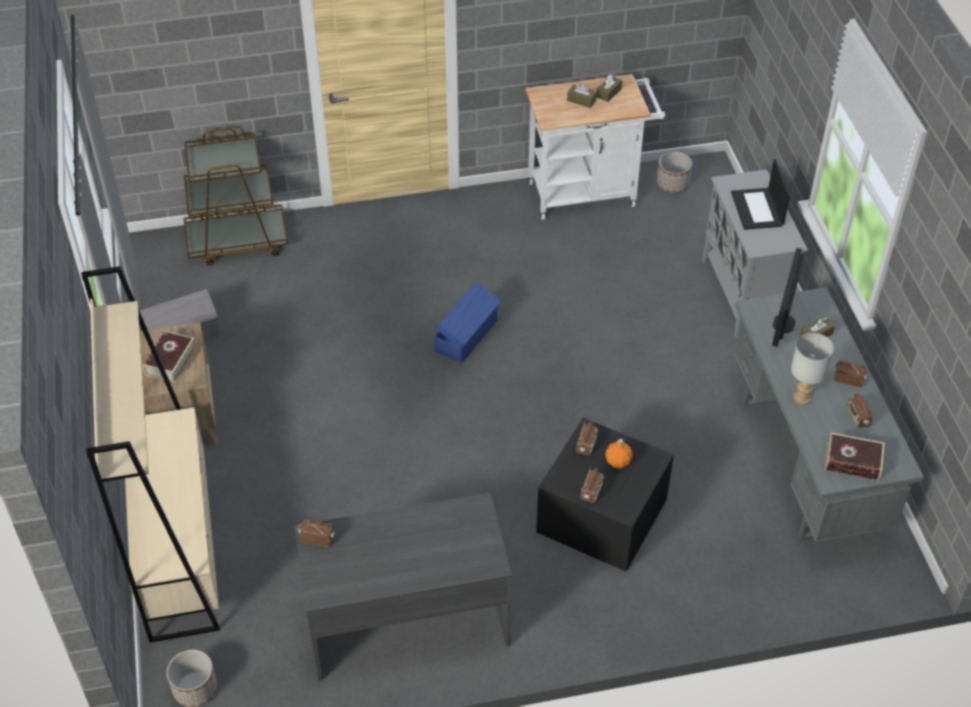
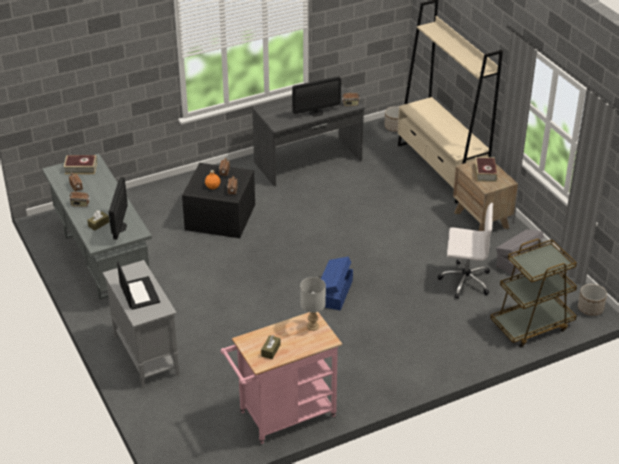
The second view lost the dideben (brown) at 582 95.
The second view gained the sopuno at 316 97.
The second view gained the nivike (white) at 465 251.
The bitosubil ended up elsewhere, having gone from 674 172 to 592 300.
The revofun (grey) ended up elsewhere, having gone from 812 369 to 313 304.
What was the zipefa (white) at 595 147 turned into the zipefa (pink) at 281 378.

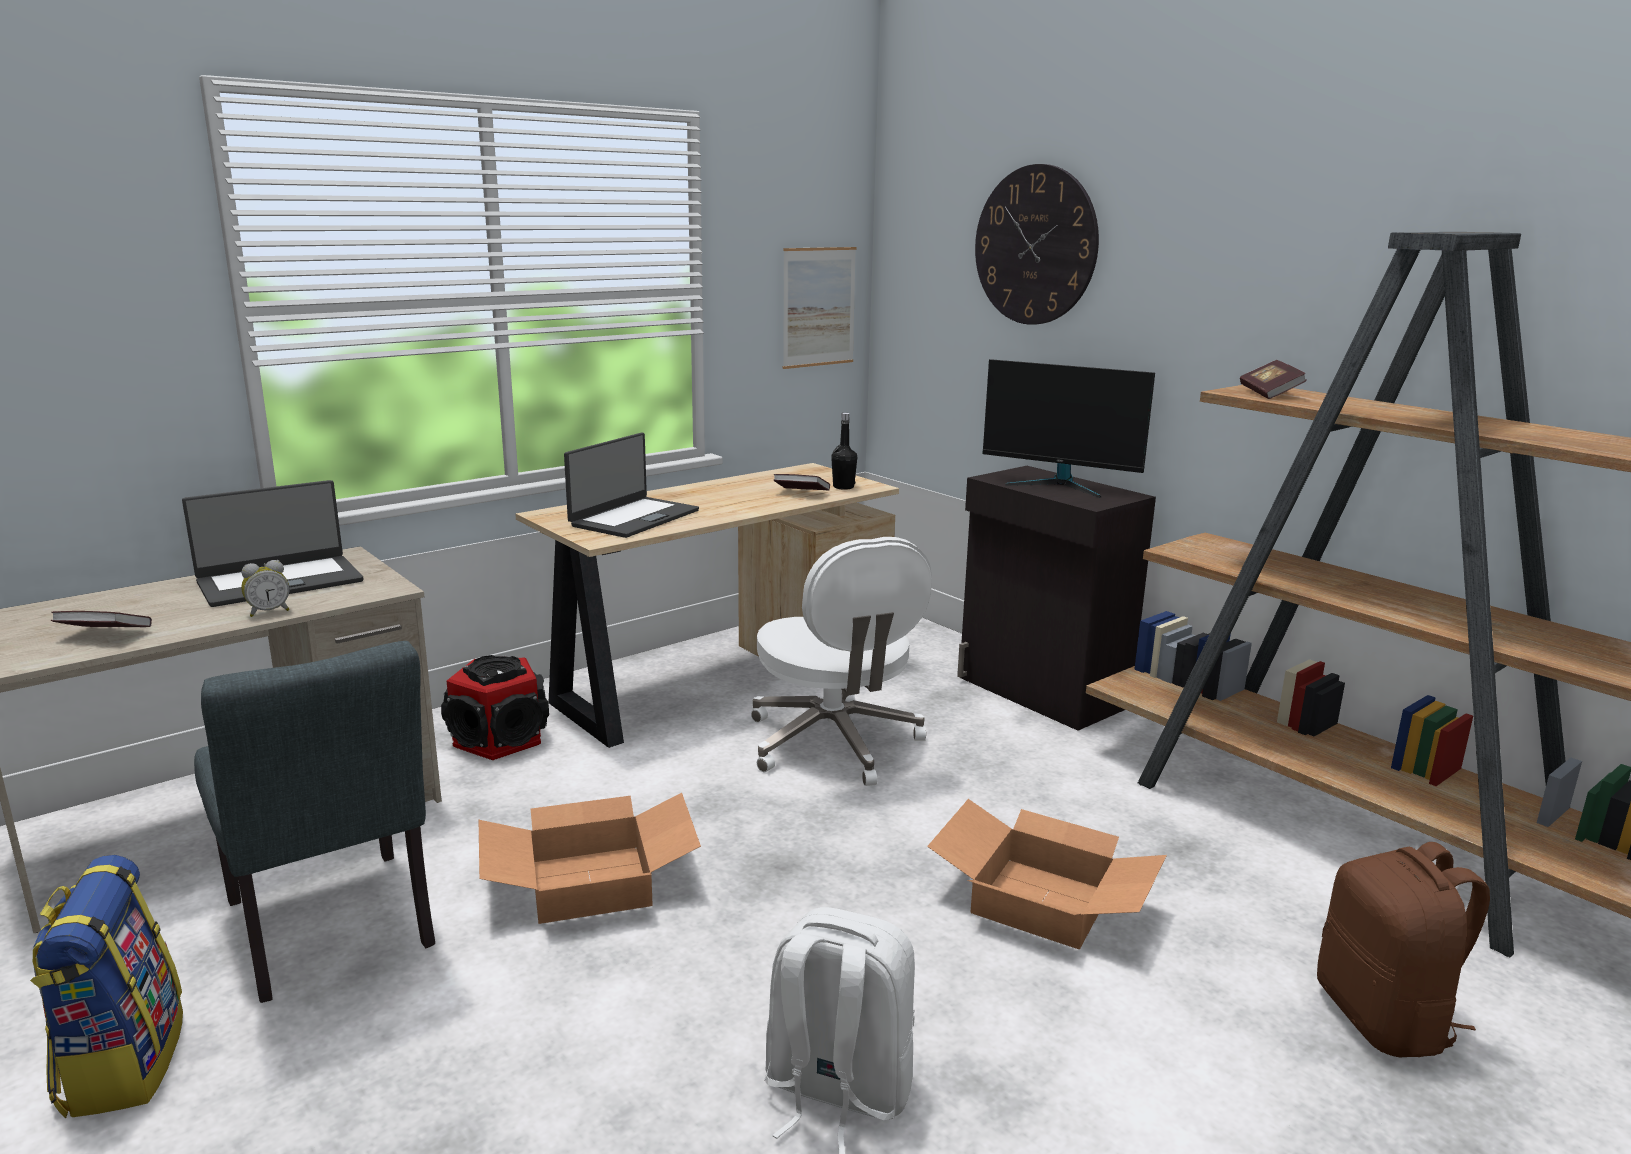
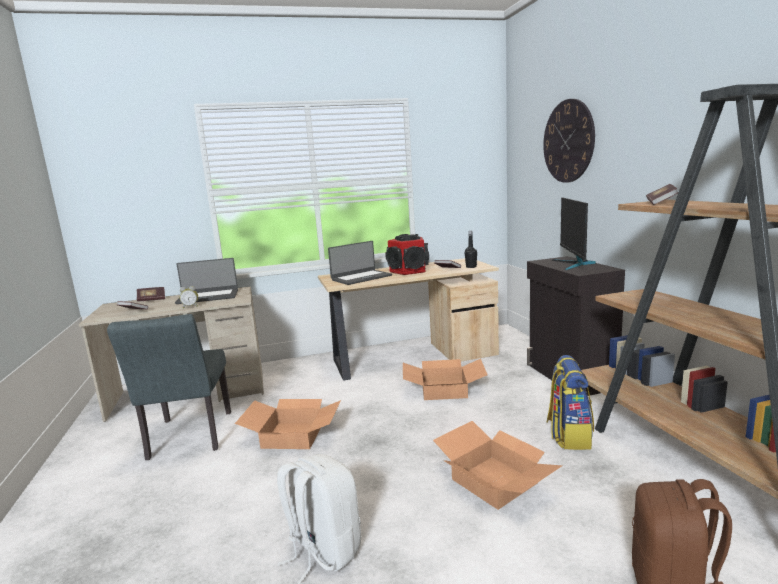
The second view lost the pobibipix at 819 308.
The second view gained the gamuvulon at 151 294.
The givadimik ended up elsewhere, having gone from 106 986 to 570 402.
The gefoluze ended up elsewhere, having gone from 495 707 to 407 254.
Where the nivike (white) stood at 841 661, the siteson came to stand at 445 379.
The sopuno at 1068 428 ended up facing another way, 45 degrees clockwise from before.

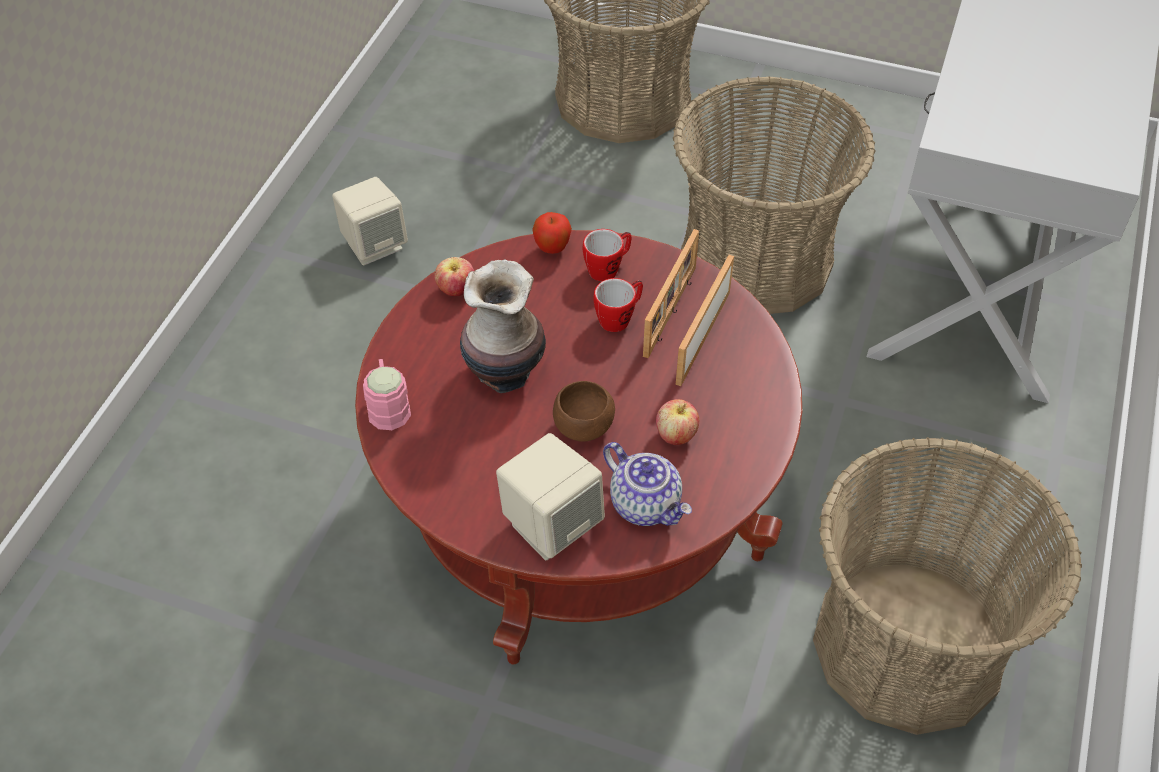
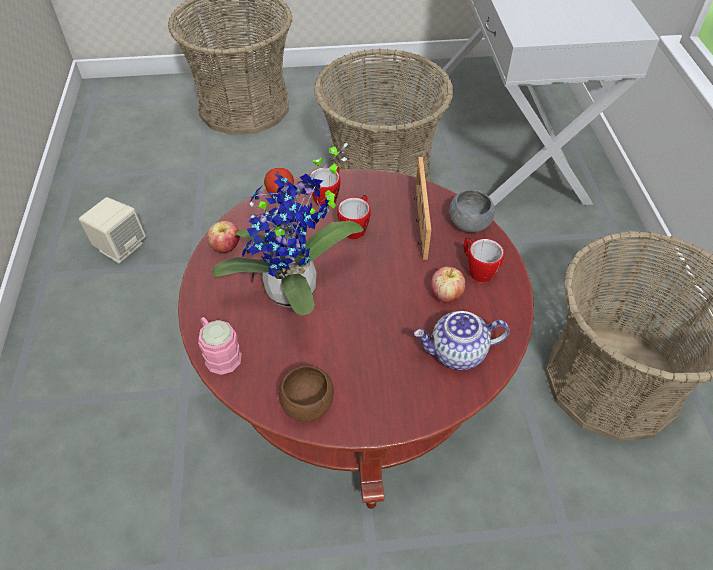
The second view lost the gefoluze (beige) at 550 496.
The second view lost the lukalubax at 671 293.
The second view gained the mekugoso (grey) at 472 211.
The second view gained the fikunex at 484 260.
The mekugoso (brown) ended up elsewhere, having gone from 584 411 to 306 394.
Where the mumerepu stood at 503 326, the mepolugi came to stand at 288 229.
The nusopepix at 647 484 ended up facing another way, 150 degrees clockwise from before.

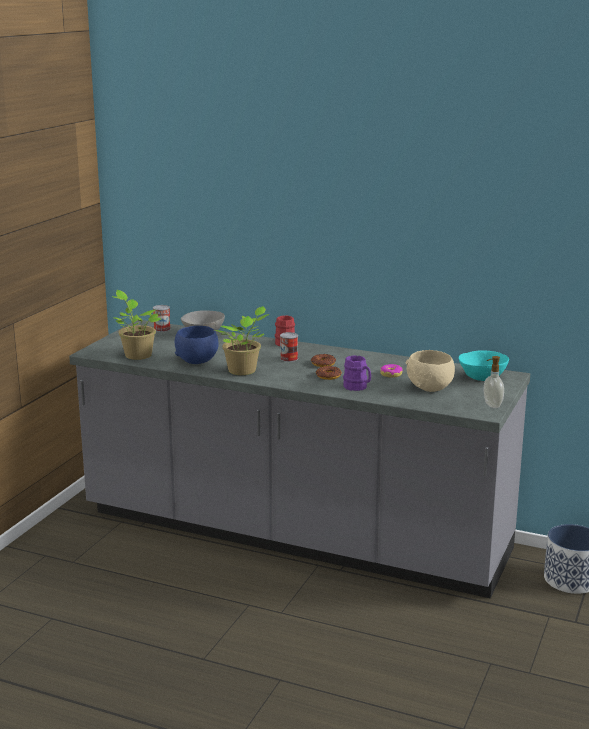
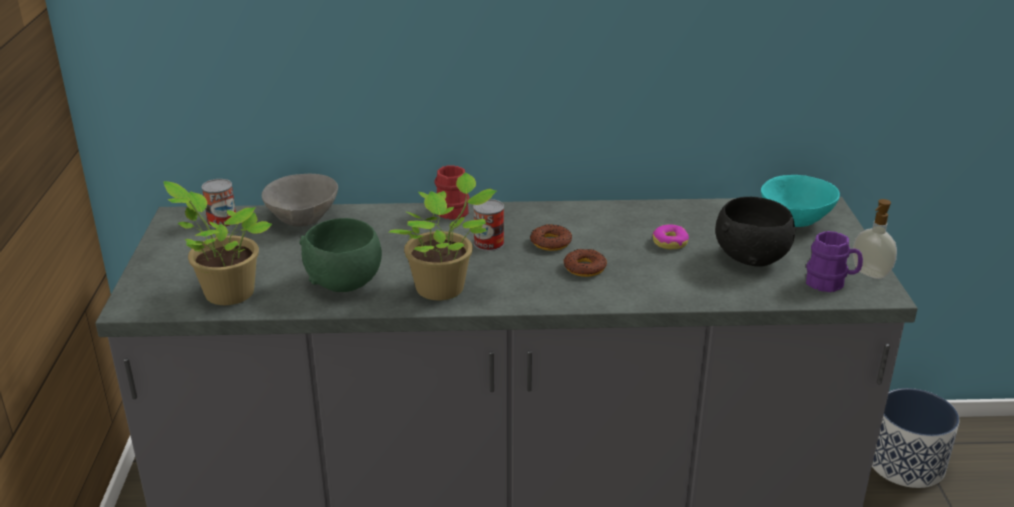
The fikunex (purple) ended up elsewhere, having gone from 357 373 to 834 261.
What was the mekugoso (blue) at 197 345 turned into the mekugoso (green) at 340 255.
What was the mekugoso (beige) at 430 371 turned into the mekugoso (black) at 755 232.

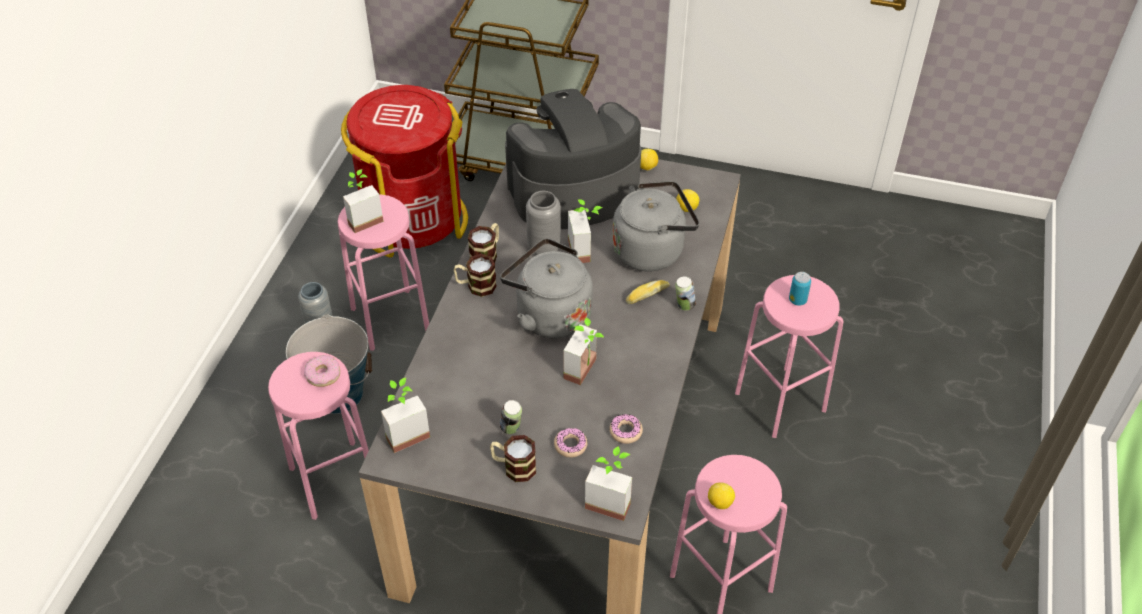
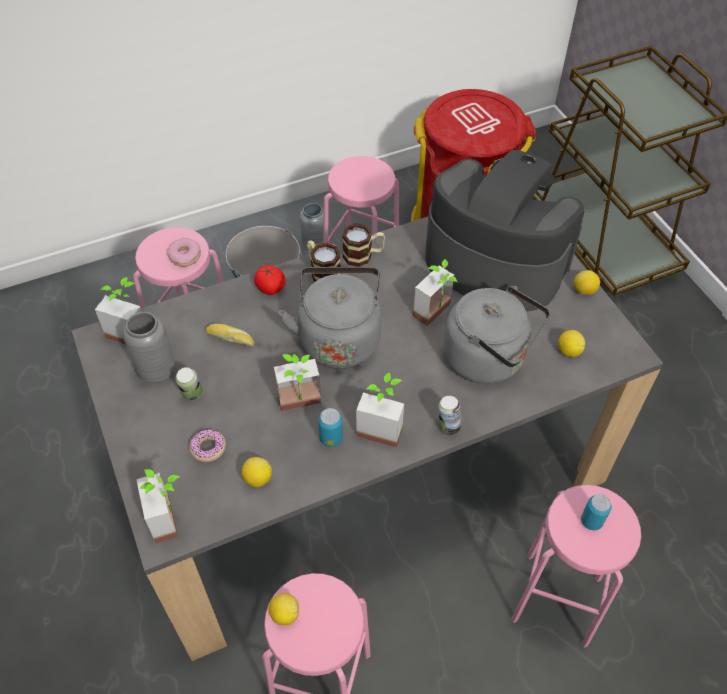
The second view lost the fikunex at 513 458.
The second view gained the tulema at 270 280.
The second view gained the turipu at 330 427.
The mepolugi ended up elsewhere, having gone from 363 201 to 380 410.
The mumerepu (grey) ended up elsewhere, having gone from 543 223 to 149 347.
The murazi ended up elsewhere, having gone from 648 292 to 230 335.
Where the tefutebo stood at 626 429, the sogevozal came to stand at 256 472.

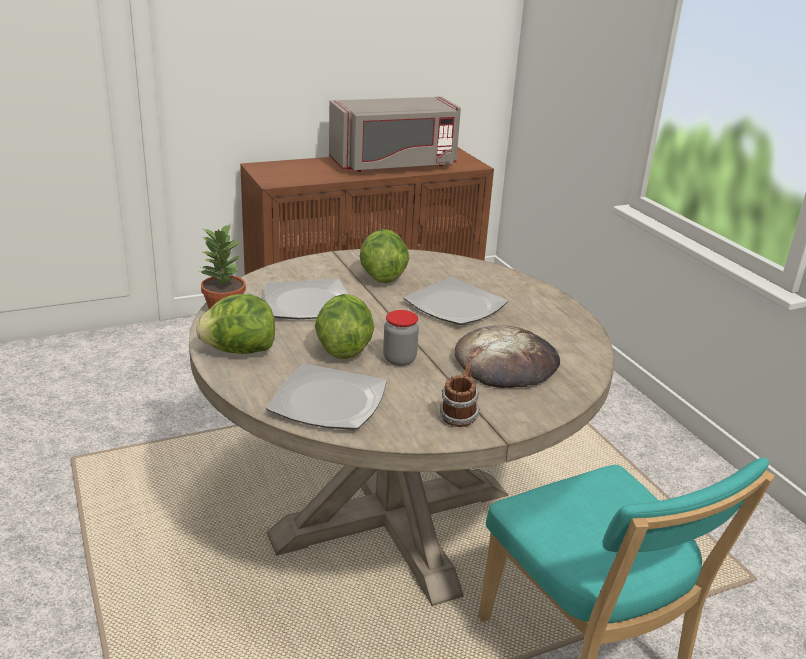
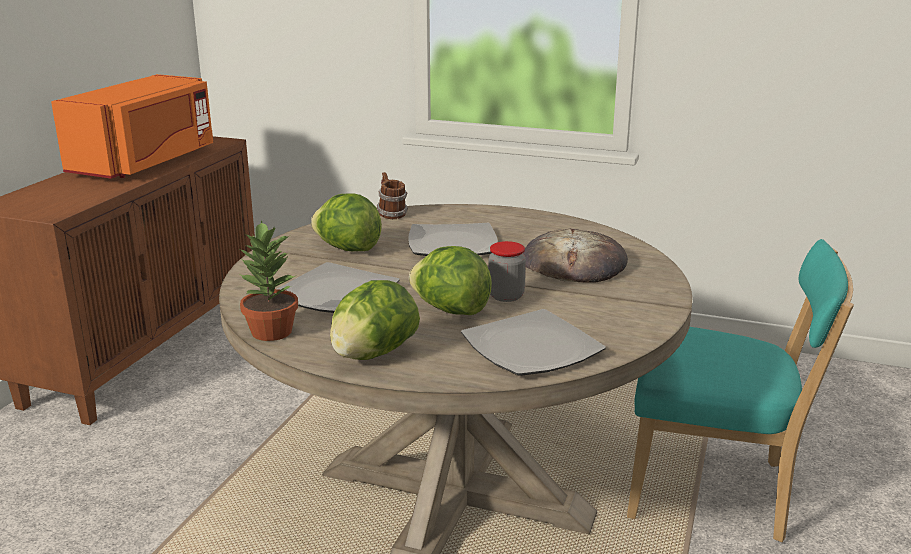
The fikunex ended up elsewhere, having gone from 460 395 to 392 195.
What was the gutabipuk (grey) at 395 134 turned into the gutabipuk (orange) at 132 126.

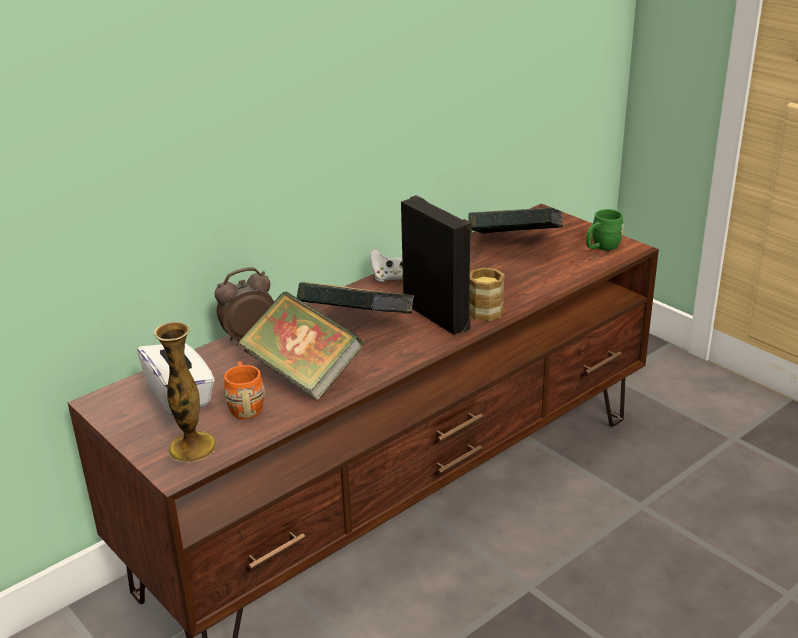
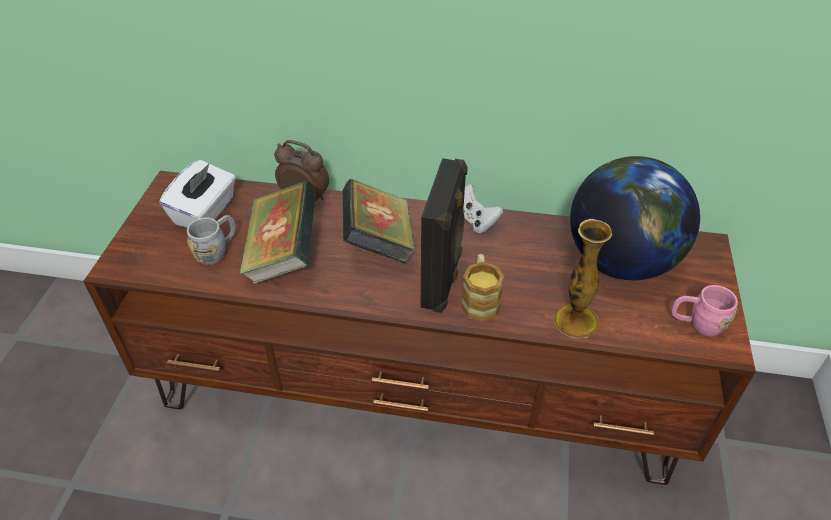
The mumerepu ended up elsewhere, having gone from 185 392 to 583 278.
Where the gamuvulon stood at 515 221, the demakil came to stand at 635 218.
What was the fikunex (orange) at 244 390 turned into the fikunex (grey) at 211 240.
What was the fikunex (green) at 605 230 turned into the fikunex (pink) at 705 310.

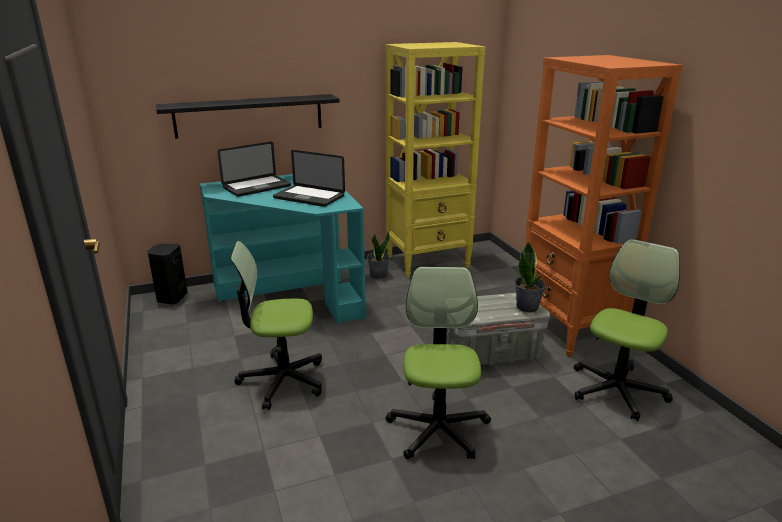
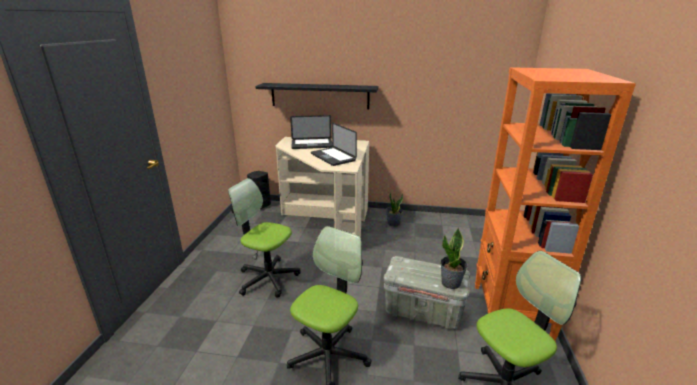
The second view lost the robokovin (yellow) at 435 160.
What was the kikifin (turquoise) at 283 249 turned into the kikifin (beige) at 322 187.

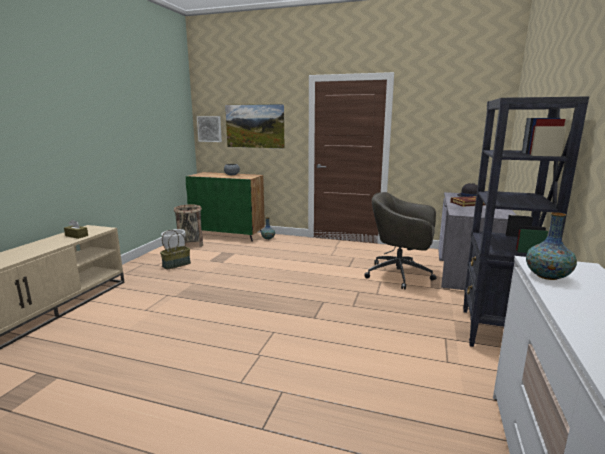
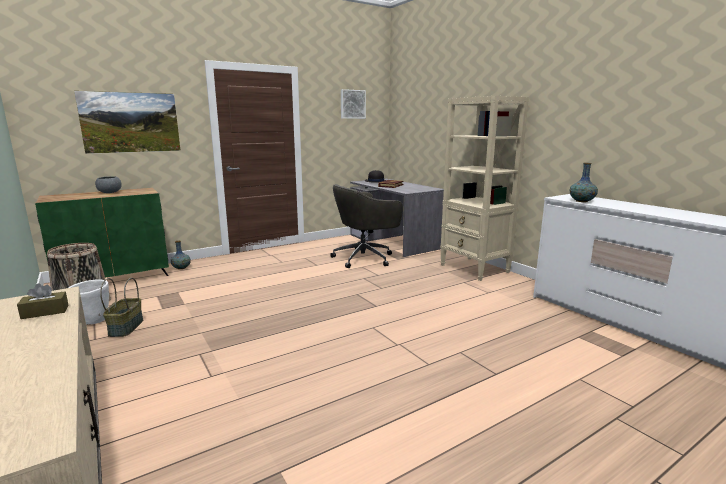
The pobibipix ended up elsewhere, having gone from 209 129 to 353 104.
What was the robokovin (black) at 526 221 turned into the robokovin (beige) at 484 188.

